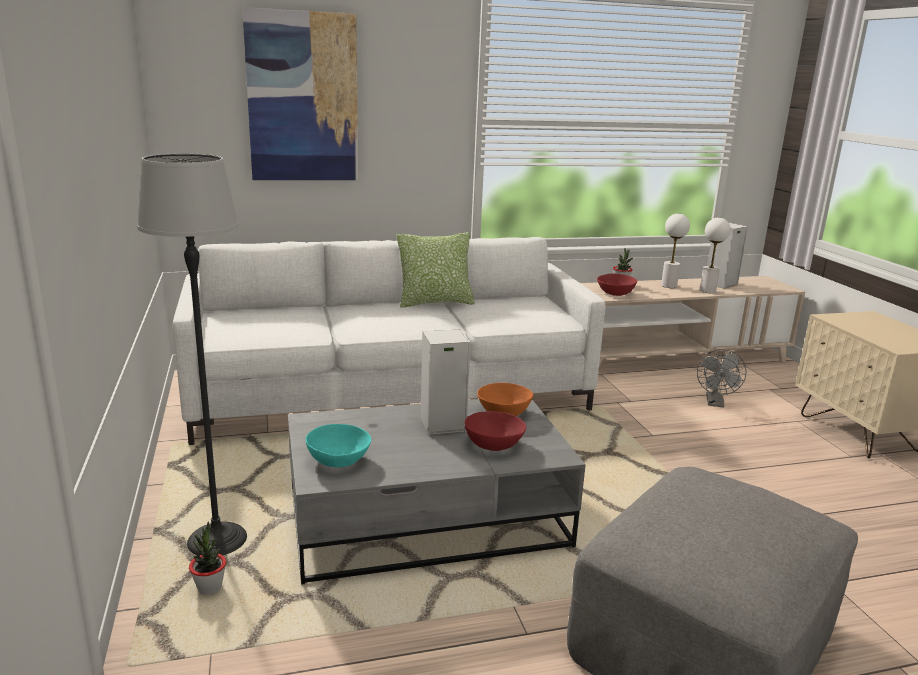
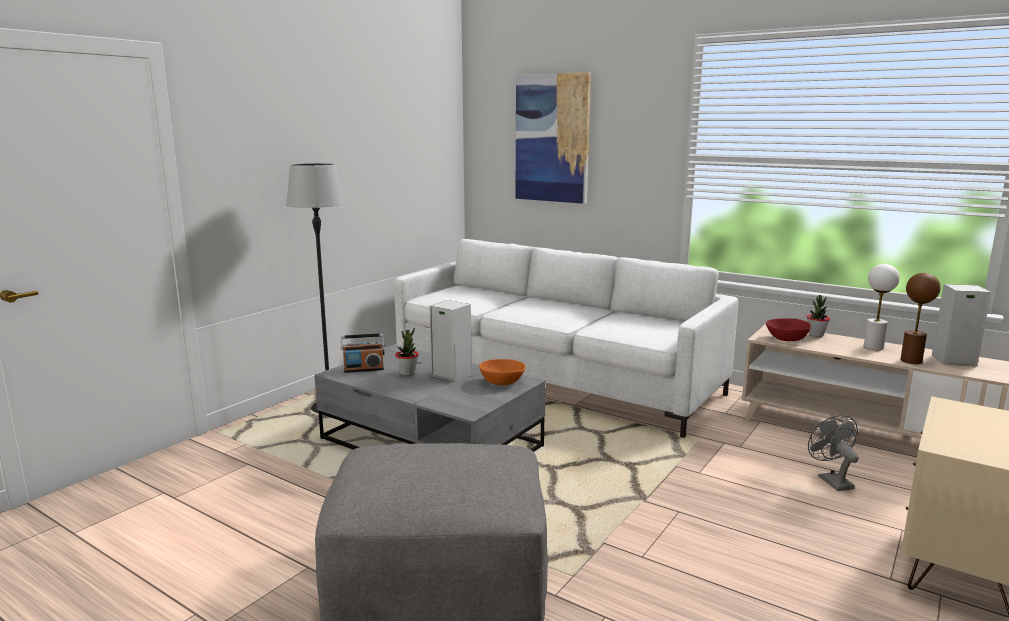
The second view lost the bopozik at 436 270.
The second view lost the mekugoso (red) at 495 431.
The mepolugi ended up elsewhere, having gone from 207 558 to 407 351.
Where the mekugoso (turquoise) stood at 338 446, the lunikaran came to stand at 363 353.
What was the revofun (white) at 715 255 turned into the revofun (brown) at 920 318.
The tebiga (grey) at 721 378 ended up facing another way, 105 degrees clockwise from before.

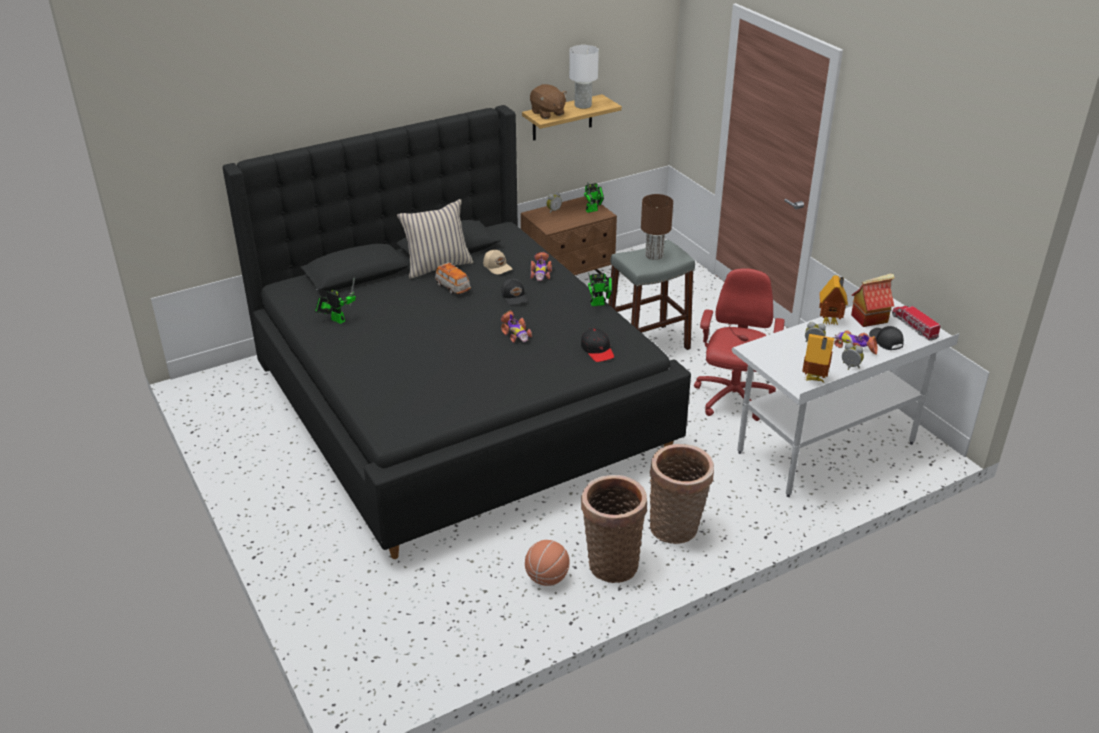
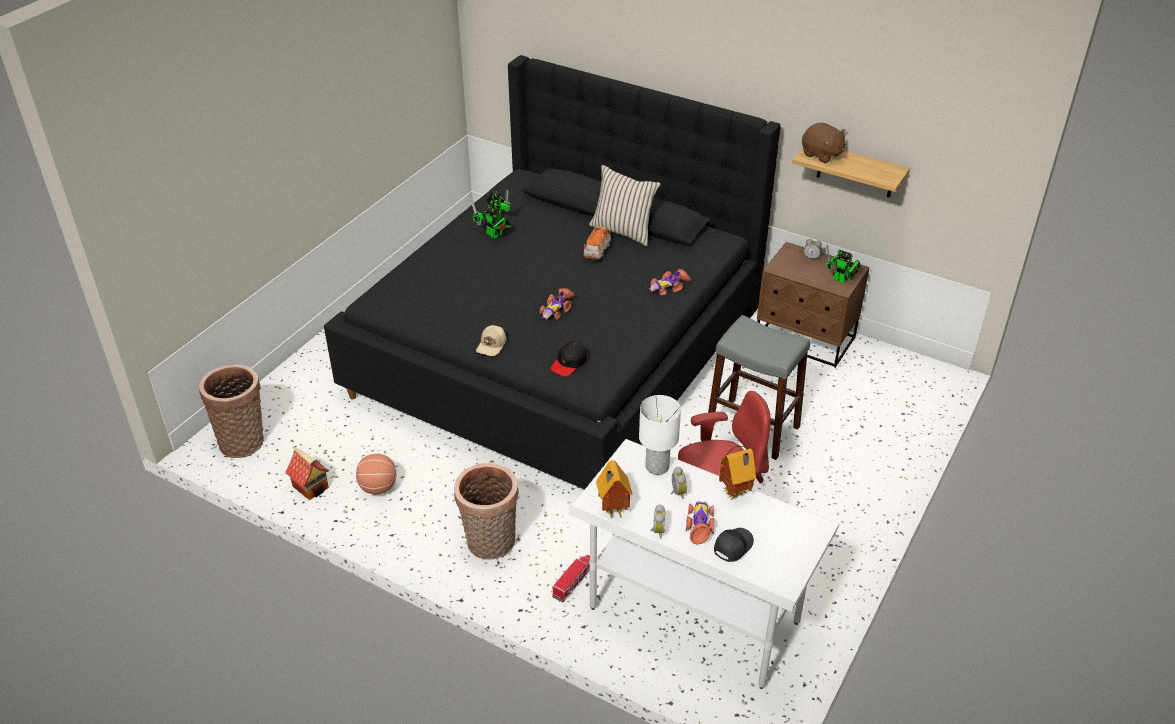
The second view lost the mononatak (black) at 514 292.
The second view lost the revofun (brown) at 657 227.
The mononatak (beige) ended up elsewhere, having gone from 497 262 to 491 340.
The revofun (white) ended up elsewhere, having gone from 584 77 to 660 435.
The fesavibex ended up elsewhere, having gone from 614 529 to 231 411.
The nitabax ended up elsewhere, having gone from 600 289 to 491 217.
The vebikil ended up elsewhere, having gone from 873 300 to 307 473.
The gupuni ended up elsewhere, having gone from 916 323 to 571 578.
The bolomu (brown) at 548 101 ended up facing another way, 75 degrees counterclockwise from before.

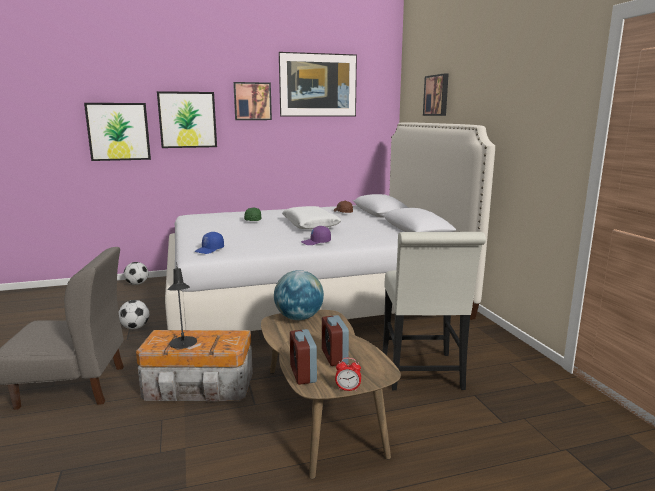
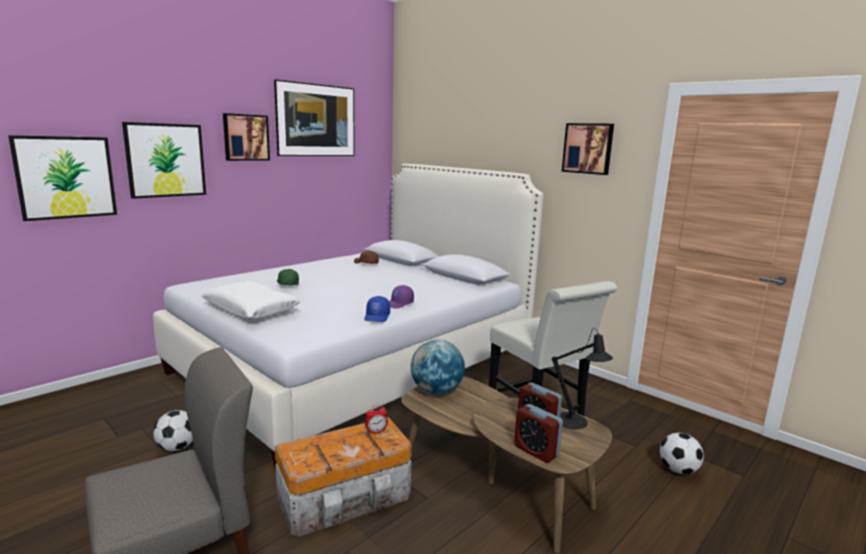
The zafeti ended up elsewhere, having gone from 136 273 to 682 453.
The revofun (black) ended up elsewhere, having gone from 182 305 to 582 378.
The mononatak (blue) ended up elsewhere, having gone from 209 243 to 377 309.
The bopozik (white) ended up elsewhere, having gone from 312 217 to 251 300.
The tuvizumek ended up elsewhere, having gone from 348 374 to 376 419.
The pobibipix ended up elsewhere, having gone from 435 95 to 588 149.

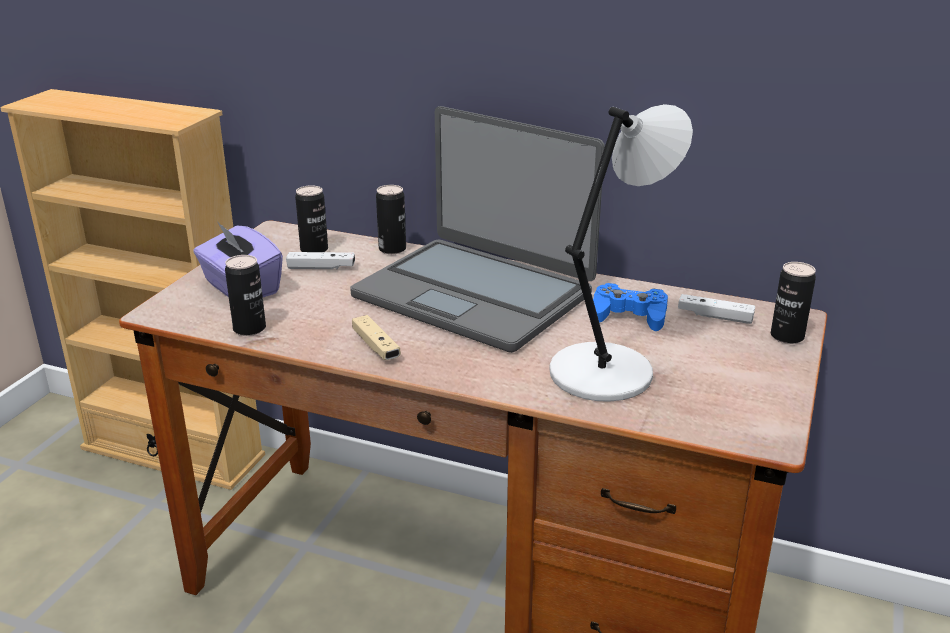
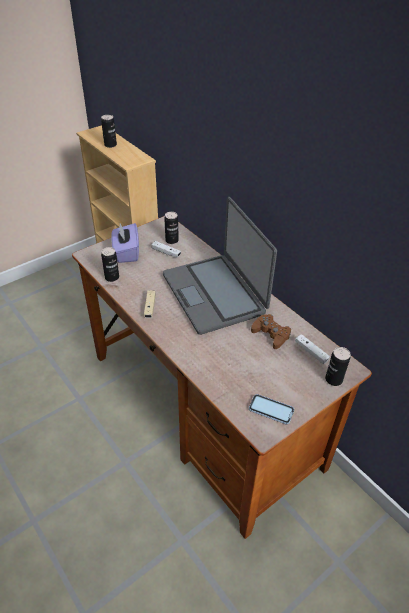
The second view lost the revofun (grey) at 621 253.
The second view gained the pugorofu at 271 409.
The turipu ended up elsewhere, having gone from 391 219 to 109 131.
What was the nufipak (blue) at 630 307 turned into the nufipak (brown) at 271 331.

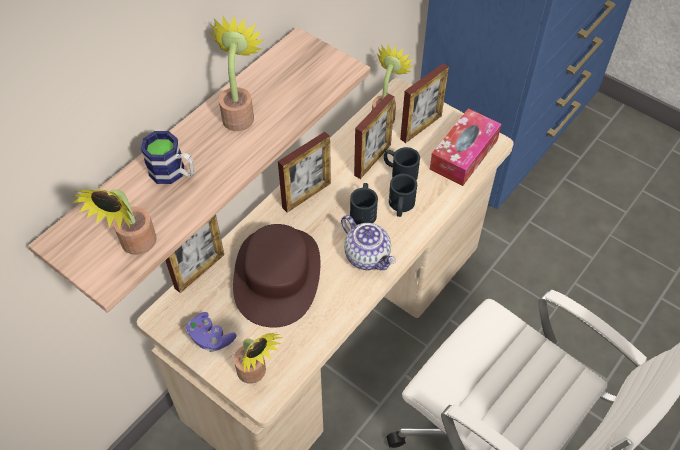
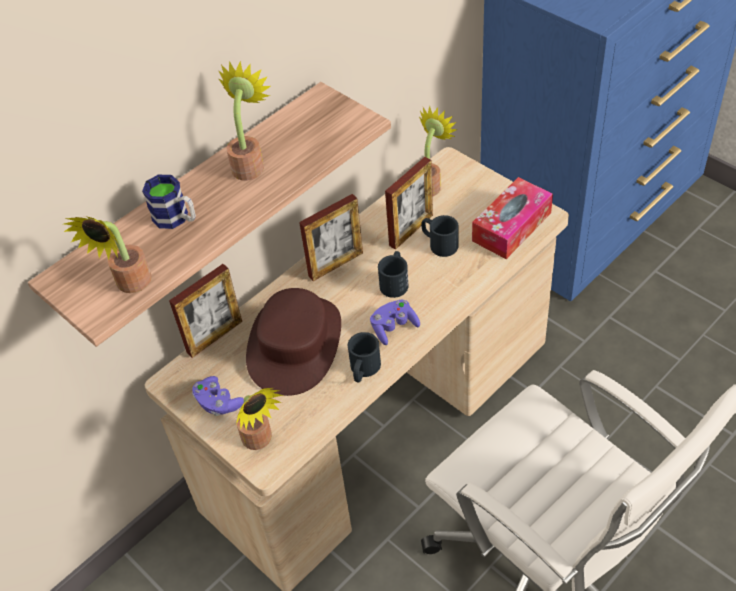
The second view lost the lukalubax at 424 103.
The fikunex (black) ended up elsewhere, having gone from 403 195 to 364 357.
Where the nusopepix stood at 368 242, the nufipak (purple) came to stand at 395 322.

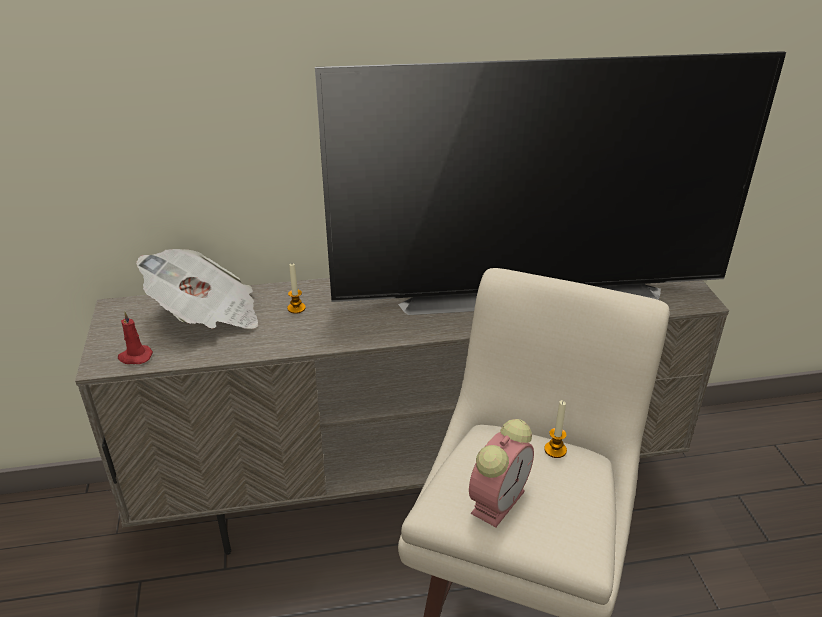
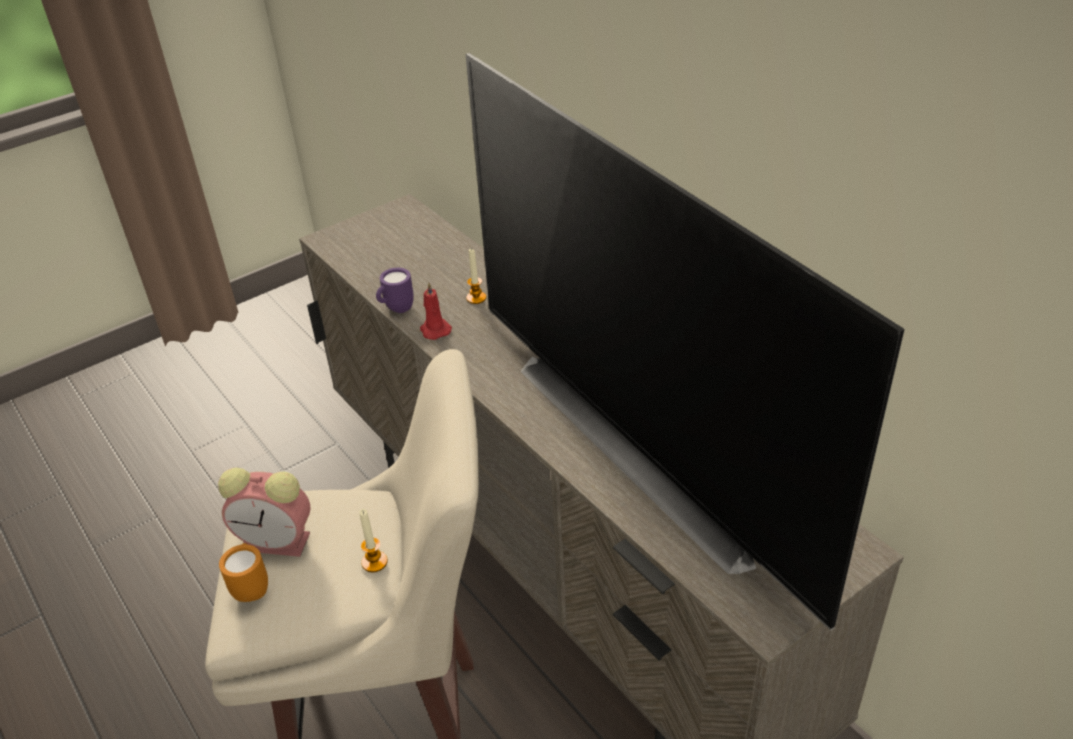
The second view lost the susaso at 197 289.
The second view gained the fikunex (orange) at 243 572.
The second view gained the fikunex (purple) at 395 290.
The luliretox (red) ended up elsewhere, having gone from 135 337 to 436 311.

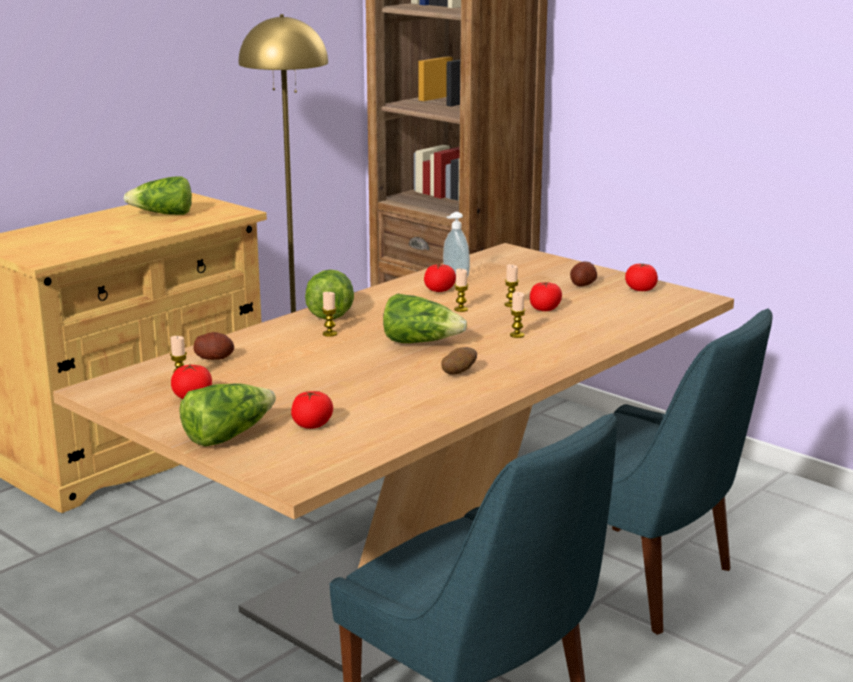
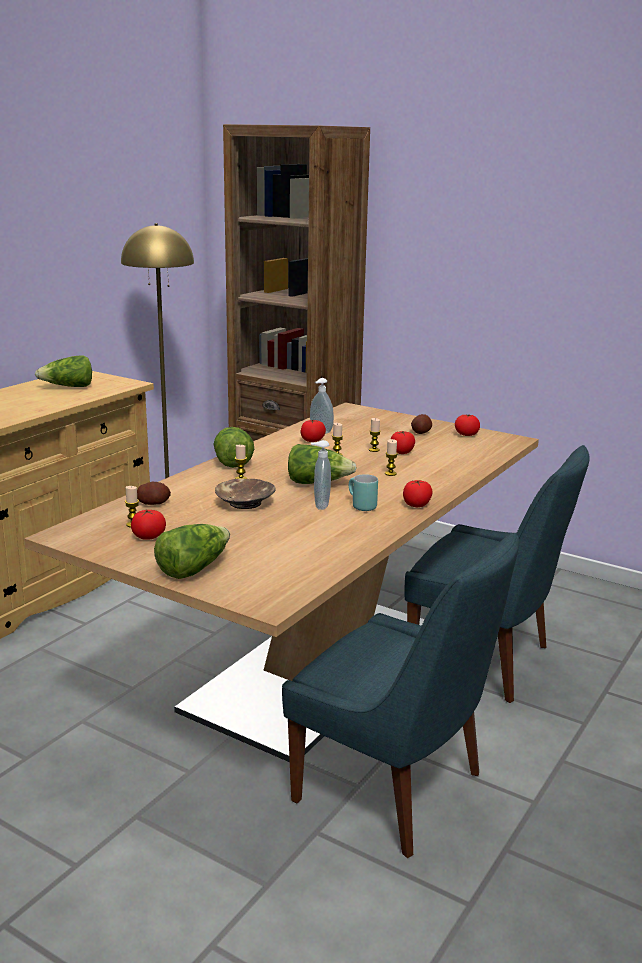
The second view gained the mekugoso (brown) at 245 493.
The second view gained the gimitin at 321 475.
The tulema ended up elsewhere, having gone from 312 410 to 418 493.
Where the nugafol stood at 459 361, the fikunex (turquoise) came to stand at 363 492.

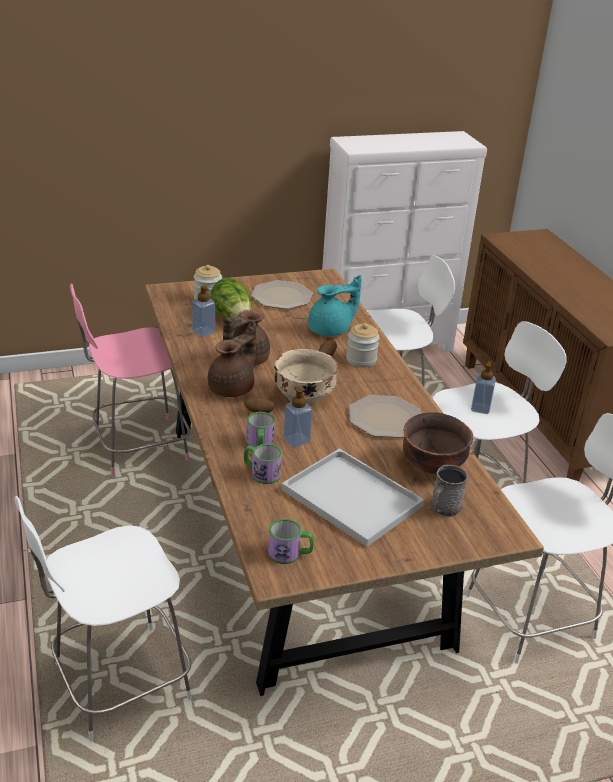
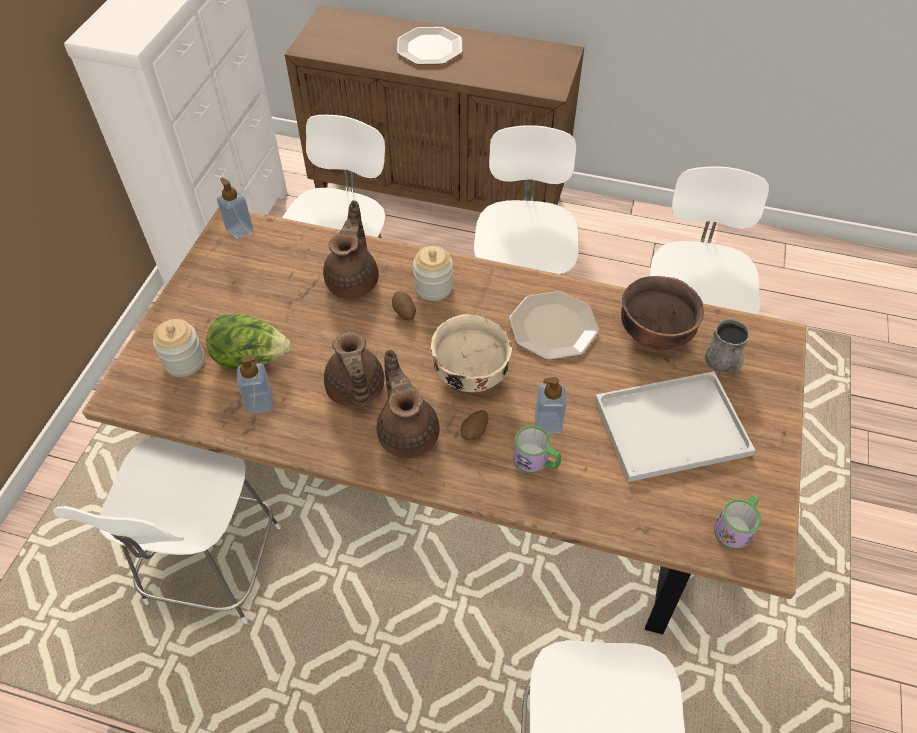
The second view lost the fikunex at 263 464.
The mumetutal ended up elsewhere, having gone from 282 294 to 430 46.
The gimitin ended up elsewhere, having gone from 483 387 to 235 208.
What was the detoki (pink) at 130 380 turned into the detoki (white) at 167 530.
What was the nusopepix (turquoise) at 335 305 turned into the nusopepix (brown) at 351 249.

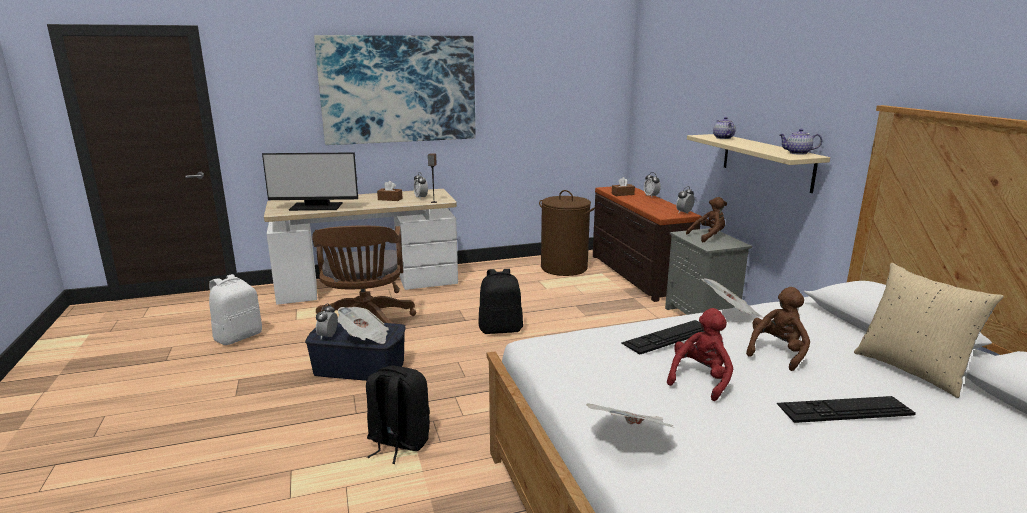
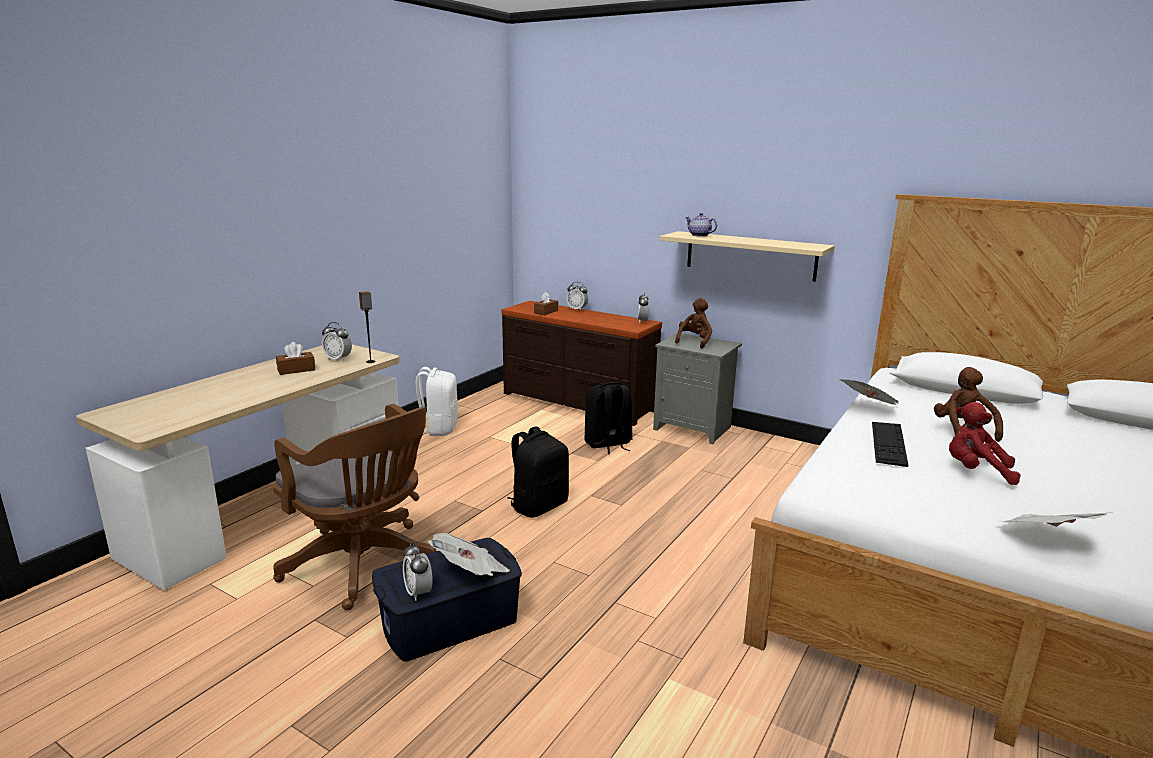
The second view lost the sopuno at 310 181.
The second view lost the pobibipix at 395 90.
The second view lost the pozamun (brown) at 567 233.
The second view lost the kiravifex at 846 409.
The second view lost the nusopepix at 800 142.
The second view lost the bopozik (beige) at 928 330.
The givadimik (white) ended up elsewhere, having gone from 235 309 to 436 401.
The givadimik (black) ended up elsewhere, having gone from 398 414 to 608 418.
The bolomu (red) at 700 354 ended up facing another way, 60 degrees counterclockwise from before.

